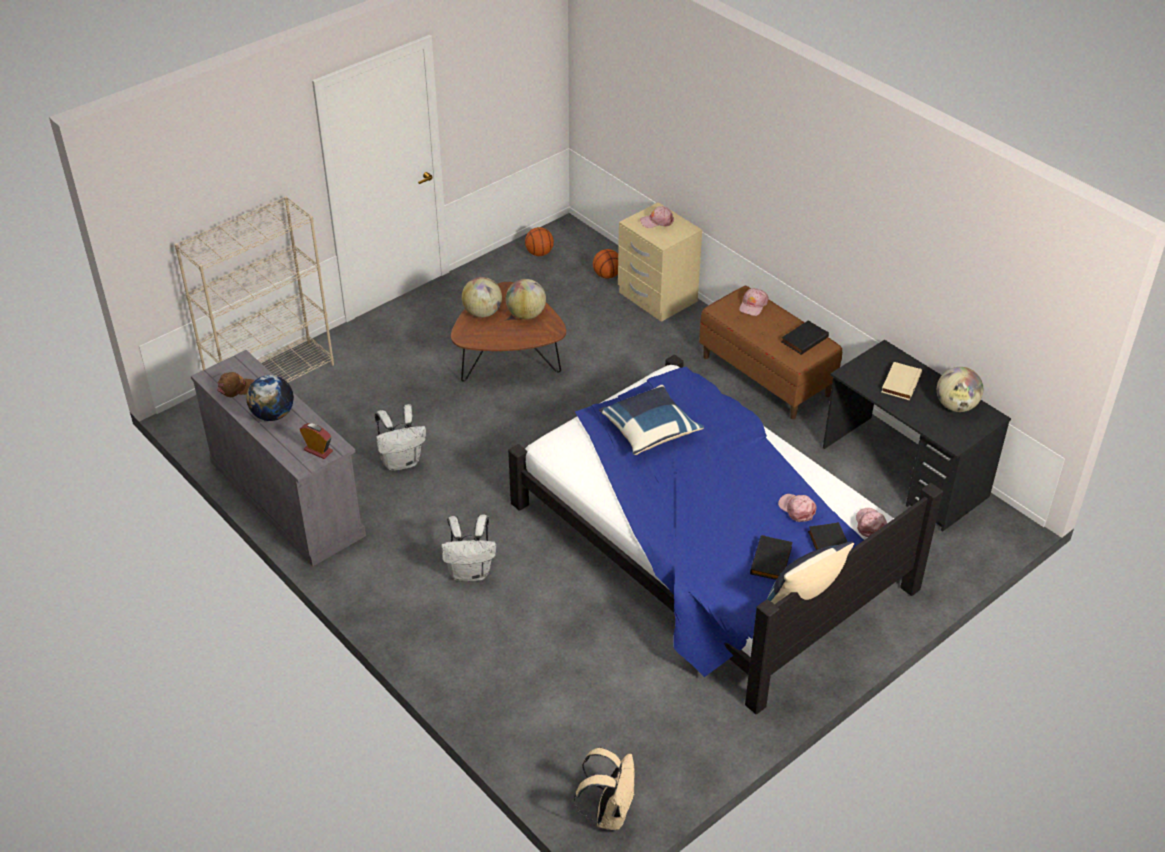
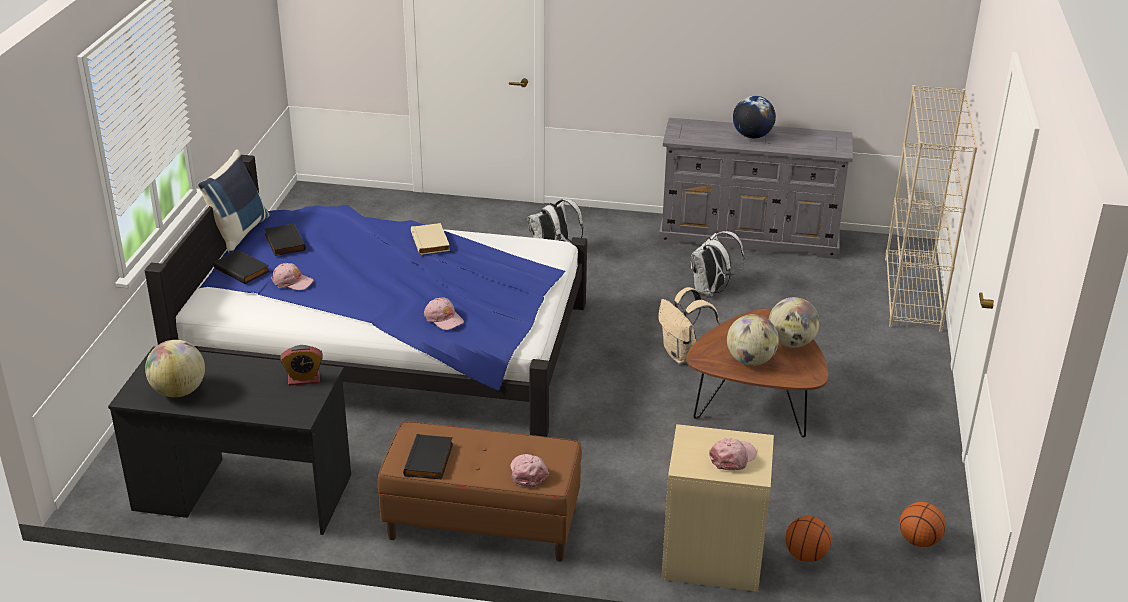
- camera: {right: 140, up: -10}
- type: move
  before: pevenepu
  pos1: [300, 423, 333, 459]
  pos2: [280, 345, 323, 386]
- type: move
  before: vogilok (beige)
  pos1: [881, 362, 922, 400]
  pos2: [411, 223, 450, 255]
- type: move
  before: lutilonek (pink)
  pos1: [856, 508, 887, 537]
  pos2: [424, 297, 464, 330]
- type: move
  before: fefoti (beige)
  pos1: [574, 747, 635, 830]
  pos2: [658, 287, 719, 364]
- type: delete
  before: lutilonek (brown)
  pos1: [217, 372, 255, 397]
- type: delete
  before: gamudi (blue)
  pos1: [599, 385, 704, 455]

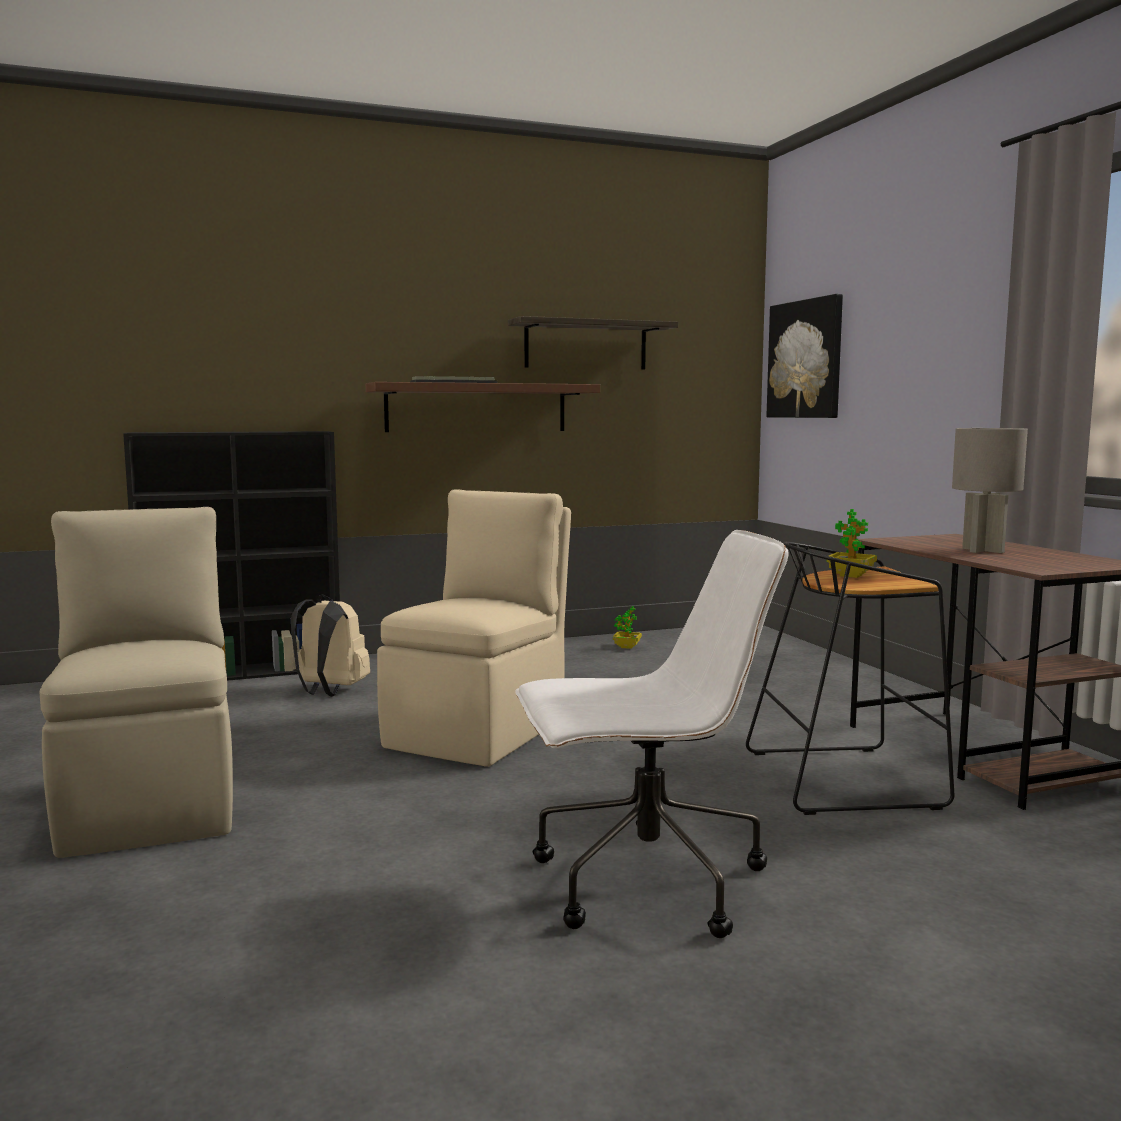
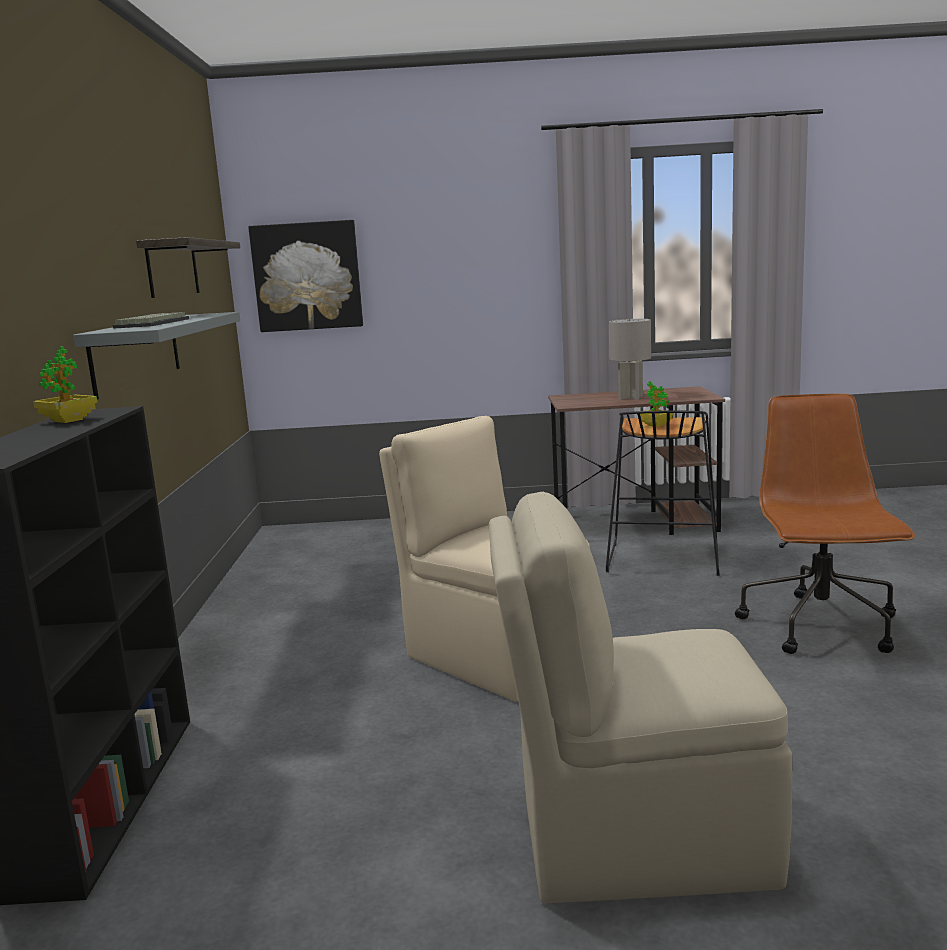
- camera: {right: -70, up: 5}
- type: move
  before: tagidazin
  pos1: [613, 606, 642, 649]
  pos2: [33, 346, 98, 423]
- type: recolor
  before: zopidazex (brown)
  after: zopidazex (grey)
  pos1: [365, 382, 600, 432]
  pos2: [73, 312, 240, 400]
- type: recolor
  before: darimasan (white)
  after: darimasan (brown)
  pos1: [516, 530, 788, 938]
  pos2: [735, 393, 915, 654]
- type: delete
  before: fefoti (beige)
  pos1: [291, 594, 370, 697]

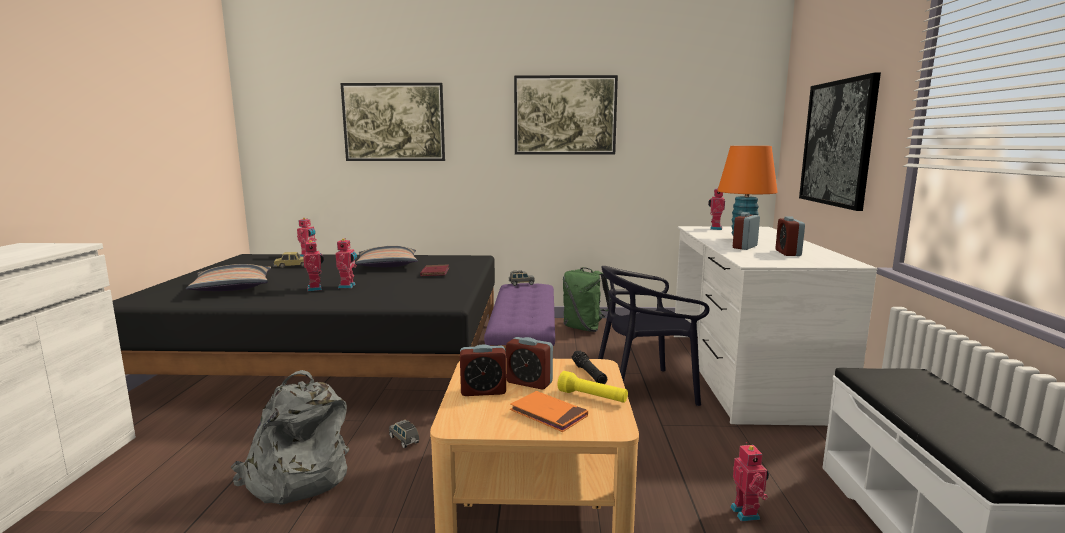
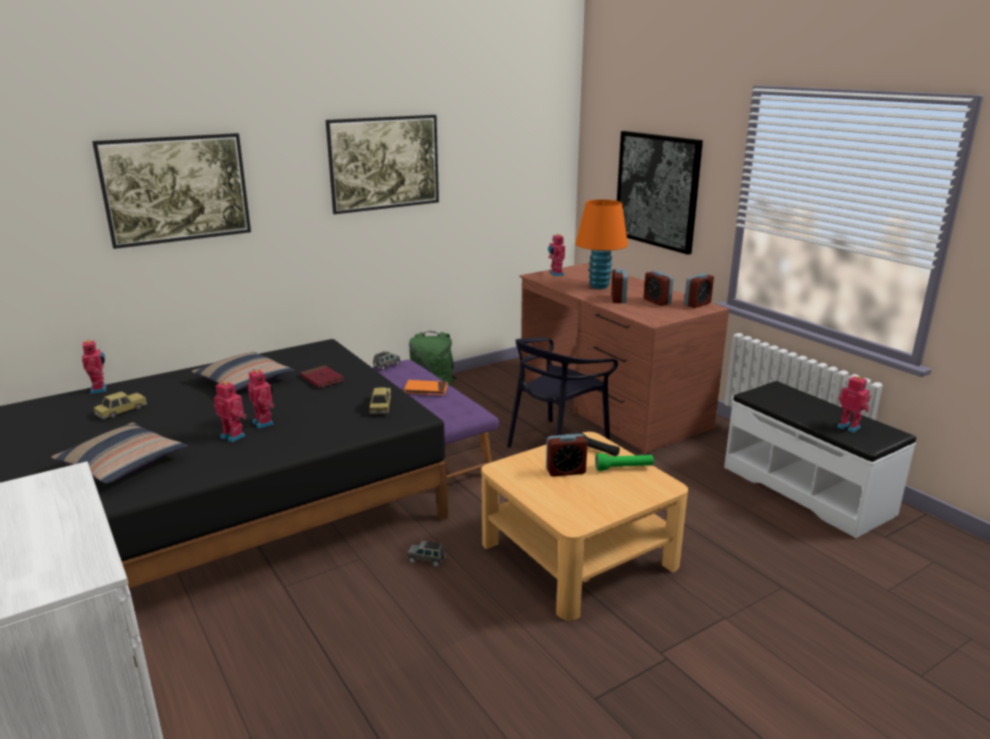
- camera: {right: -35, up: 10}
- type: insert
  after: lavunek
  pos2: [370, 387, 391, 414]
- type: move
  before: vogilok (orange)
  pos1: [510, 391, 588, 432]
  pos2: [404, 380, 448, 395]
- type: recolor
  before: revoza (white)
  after: revoza (brown)
  pos1: [674, 226, 877, 426]
  pos2: [519, 263, 730, 454]
- type: recolor
  before: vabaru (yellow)
  after: vabaru (green)
  pos1: [558, 371, 628, 403]
  pos2: [595, 453, 654, 471]
- type: move
  before: pevenepu
  pos1: [460, 344, 506, 396]
  pos2: [684, 273, 714, 308]
- type: move
  before: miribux
  pos1: [731, 442, 769, 521]
  pos2: [837, 375, 871, 433]
- type: delete
  before: fefoti (grey)
  pos1: [231, 370, 349, 505]

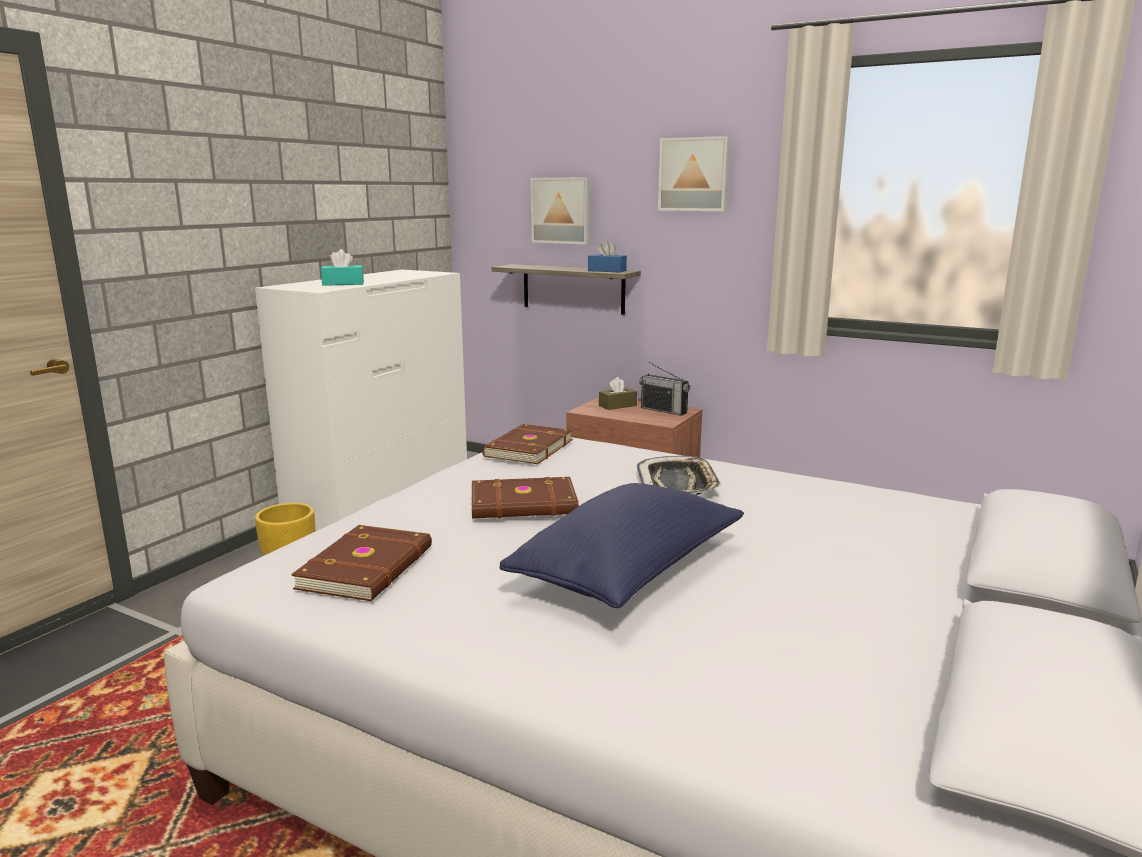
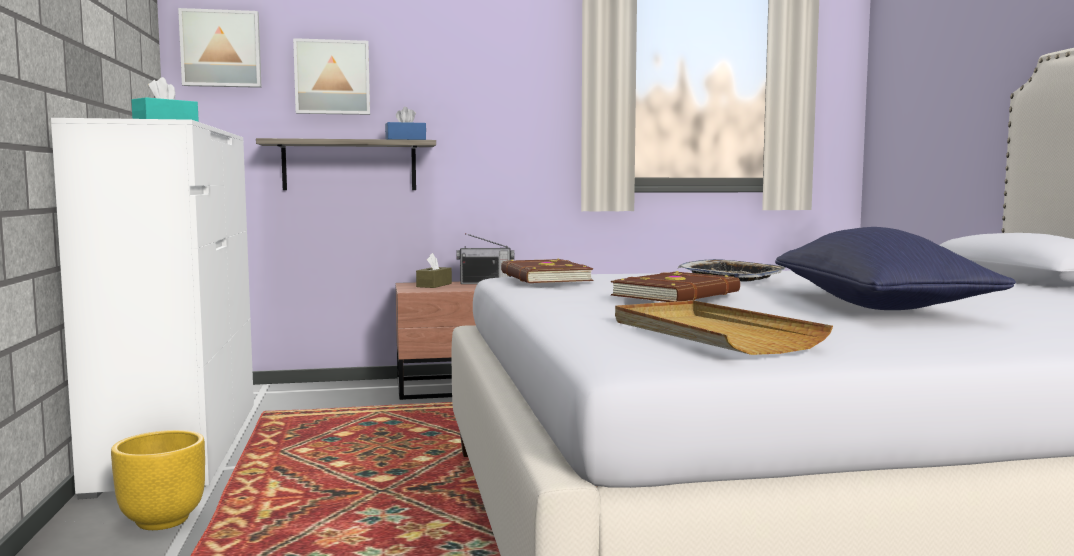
- camera: {right: -40, up: -10}
- type: move
  before: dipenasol
  pos1: [658, 136, 730, 211]
  pos2: [178, 8, 262, 88]
- type: replace
  before: vogilok (brown)
  after: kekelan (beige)
  pos1: [291, 525, 432, 601]
  pos2: [615, 300, 833, 355]

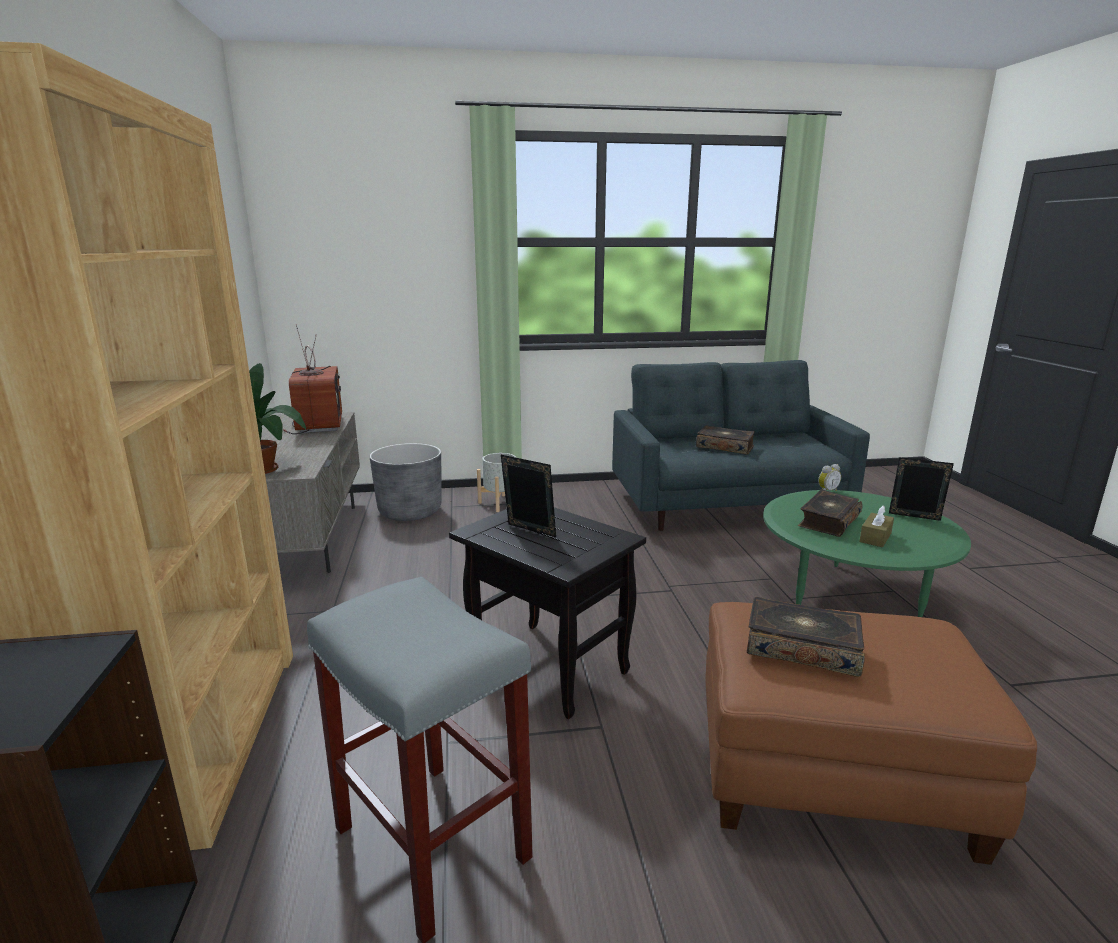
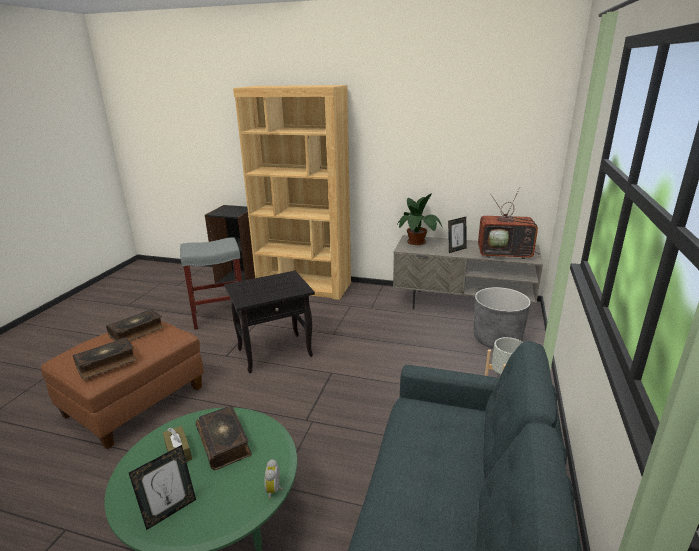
- camera: {right: 115, up: 5}
- type: move
  before: vogilok
  pos1: [696, 426, 755, 455]
  pos2: [73, 337, 136, 379]
- type: move
  before: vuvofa
  pos1: [501, 455, 556, 537]
  pos2: [448, 217, 467, 253]

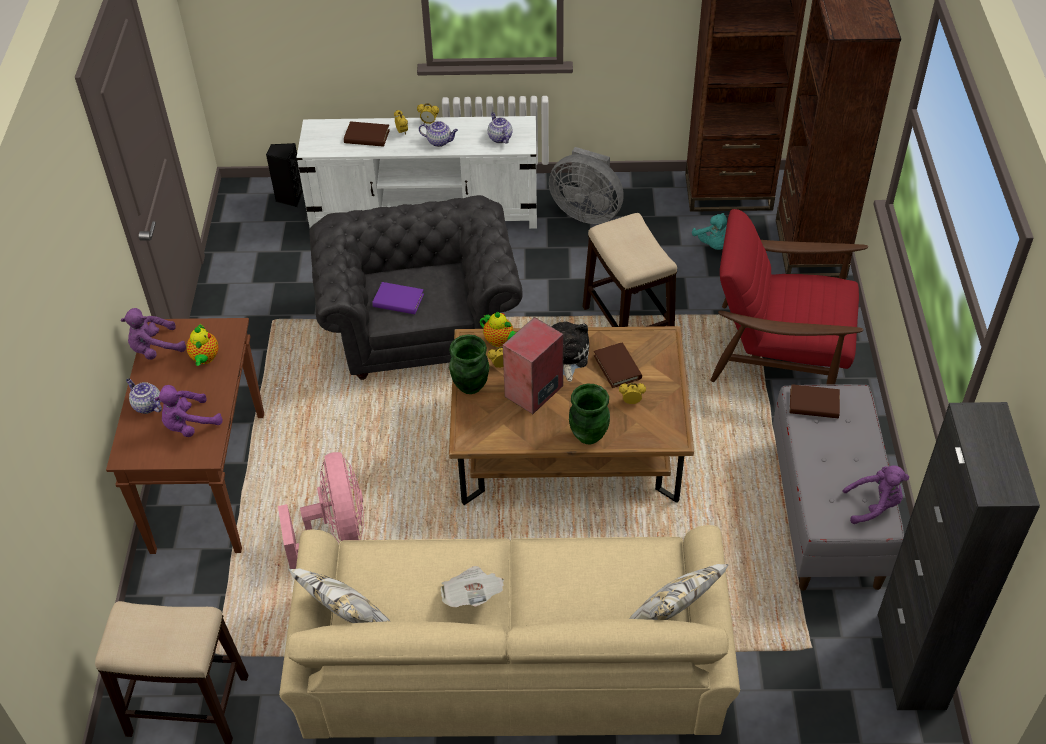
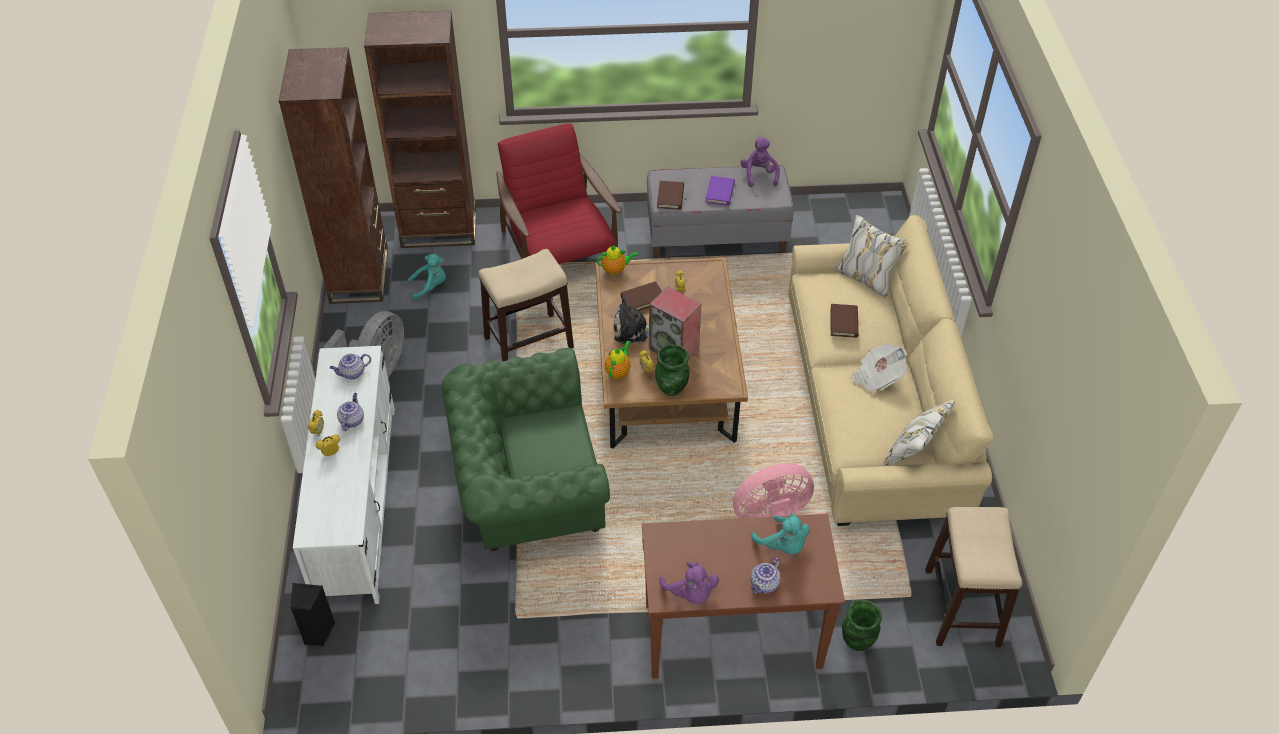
- camera: {right: -95, up: 0}
- type: recolor
  before: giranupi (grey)
  after: giranupi (green)
  pos1: [309, 195, 523, 380]
  pos2: [441, 348, 610, 551]
- type: rotate
  before: giranupi (red)
  pos1: [710, 209, 868, 385]
  pos2: [496, 124, 621, 264]
  turn: 150
- type: move
  before: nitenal
  pos1: [186, 323, 219, 366]
  pos2: [596, 245, 638, 275]
- type: move
  before: vogilok (purple)
  pos1: [372, 282, 424, 314]
  pos2: [705, 176, 735, 206]
- type: recolor
  before: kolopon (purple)
  after: kolopon (turquoise)
  pos1: [155, 385, 223, 437]
  pos2: [751, 513, 810, 555]
- type: move
  before: vogilok (brown)
  pos1: [344, 121, 390, 147]
  pos2: [830, 304, 859, 338]
- type: move
  before: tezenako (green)
  pos1: [569, 384, 610, 444]
  pos2: [842, 600, 882, 651]
- type: delete
  before: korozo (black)
  pos1: [877, 402, 1040, 710]

